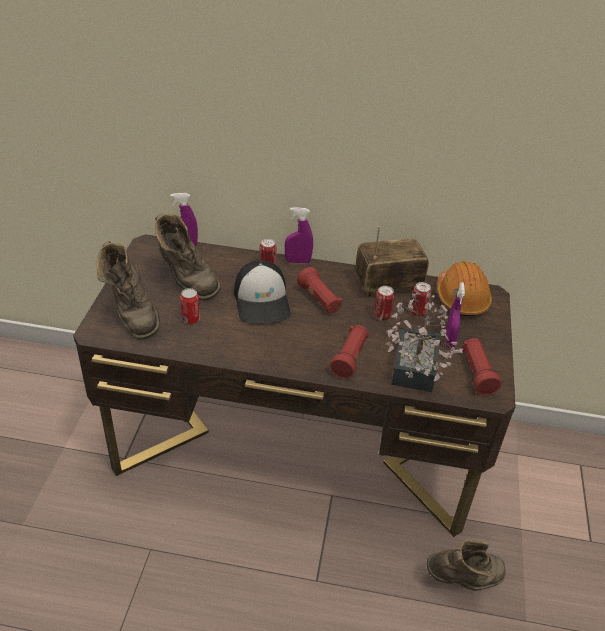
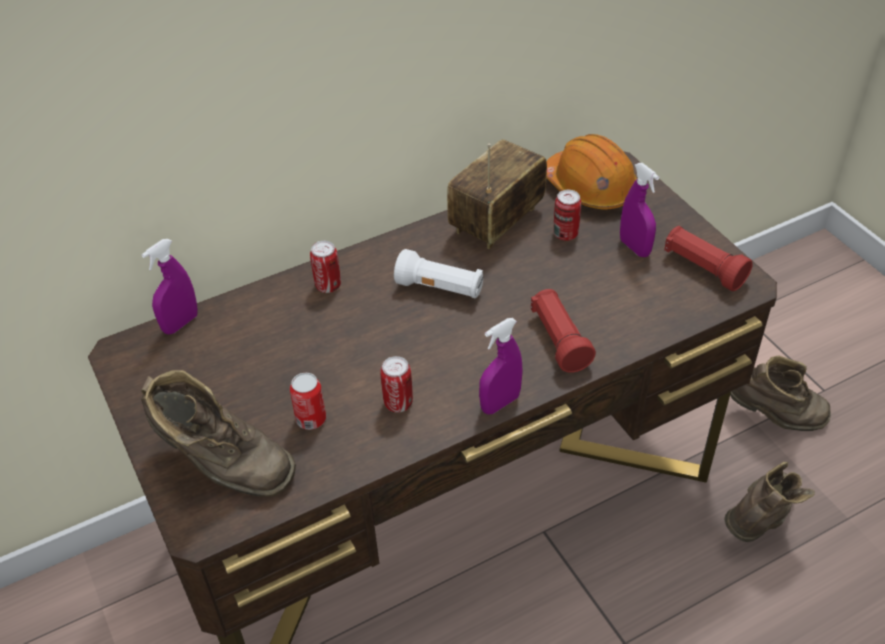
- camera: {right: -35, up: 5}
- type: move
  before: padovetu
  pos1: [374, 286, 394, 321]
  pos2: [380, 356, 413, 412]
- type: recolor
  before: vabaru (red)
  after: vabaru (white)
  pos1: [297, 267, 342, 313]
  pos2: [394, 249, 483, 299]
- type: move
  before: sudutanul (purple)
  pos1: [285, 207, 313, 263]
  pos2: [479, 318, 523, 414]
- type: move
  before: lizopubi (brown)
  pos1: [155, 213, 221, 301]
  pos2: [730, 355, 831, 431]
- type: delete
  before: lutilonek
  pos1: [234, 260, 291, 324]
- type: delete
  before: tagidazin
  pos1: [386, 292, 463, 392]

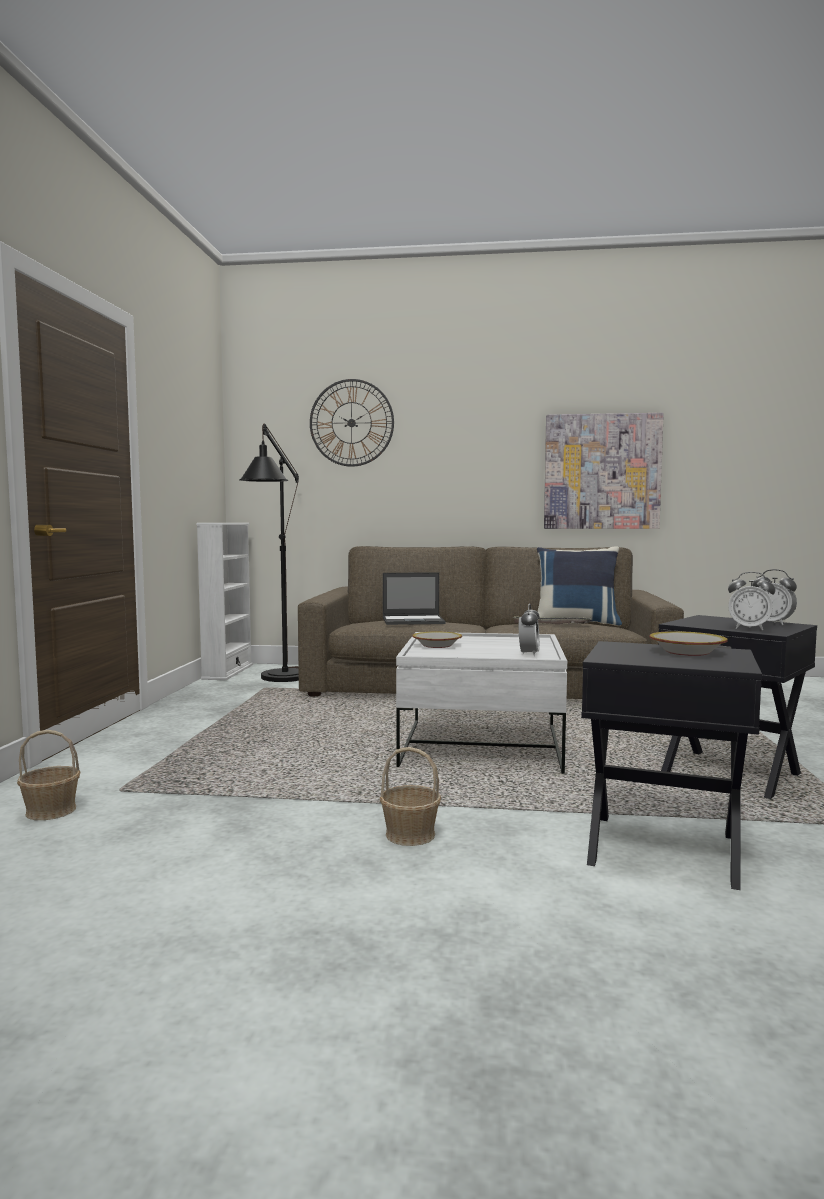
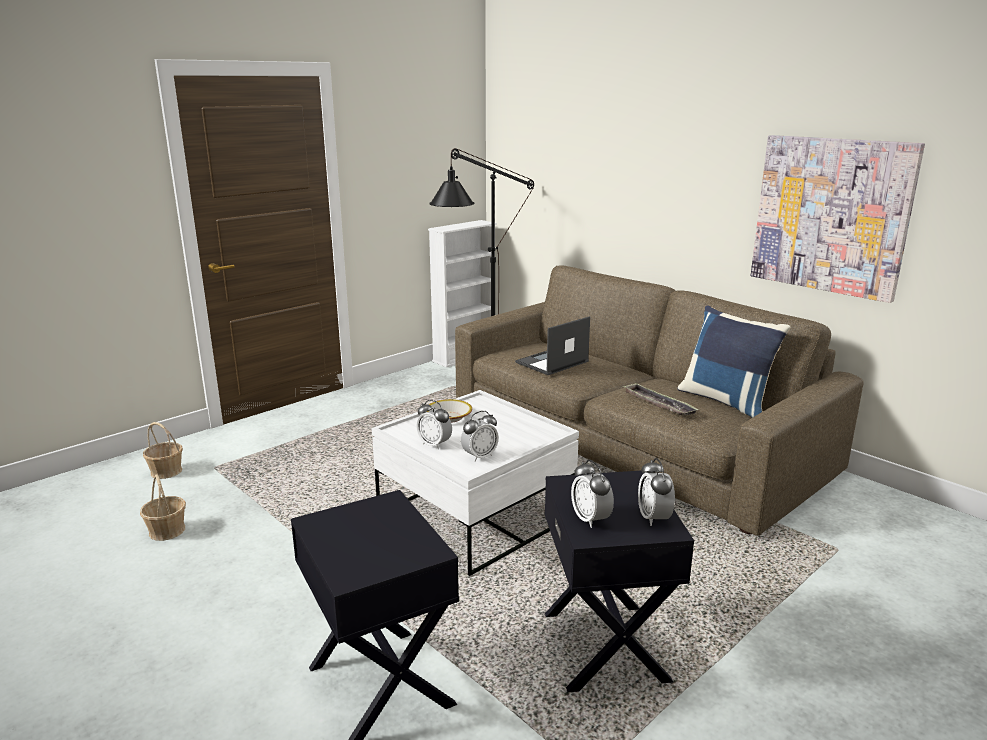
- camera: {right: 40, up: 15}
- type: move
  before: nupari
  pos1: [380, 747, 441, 846]
  pos2: [140, 474, 186, 541]
- type: insert
  after: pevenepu
  pos2: [416, 400, 452, 450]
- type: rotate
  before: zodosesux
  pos1: [383, 572, 446, 625]
  pos2: [515, 316, 590, 375]
  turn: 105
- type: delete
  before: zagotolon
  pos1: [310, 379, 394, 467]
- type: delete
  before: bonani
  pos1: [649, 631, 728, 656]

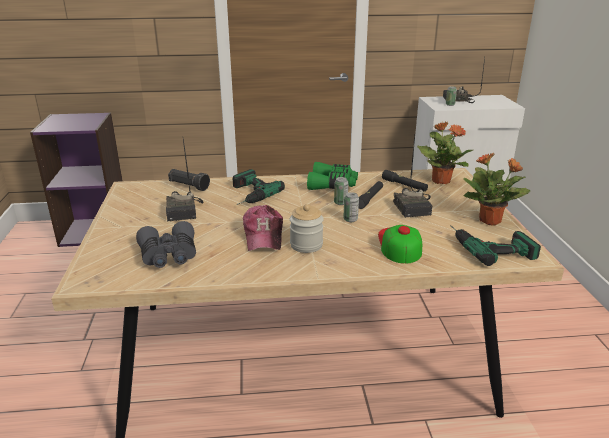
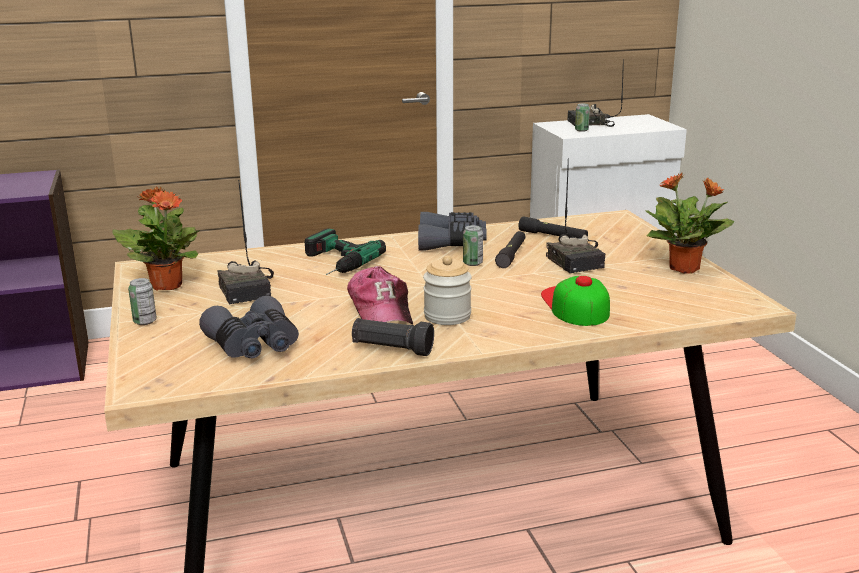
- camera: {right: -10, up: -5}
- type: move
  before: tagidazin
  pos1: [417, 122, 473, 184]
  pos2: [112, 187, 200, 291]
- type: move
  before: padovetu
  pos1: [343, 192, 359, 222]
  pos2: [128, 278, 157, 325]
- type: move
  before: vabaru (black)
  pos1: [168, 169, 210, 191]
  pos2: [352, 318, 434, 356]
- type: recolor
  before: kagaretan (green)
  after: kagaretan (grey)
  pos1: [307, 162, 358, 190]
  pos2: [418, 212, 487, 251]
- type: delete
  before: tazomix
  pos1: [450, 225, 541, 266]

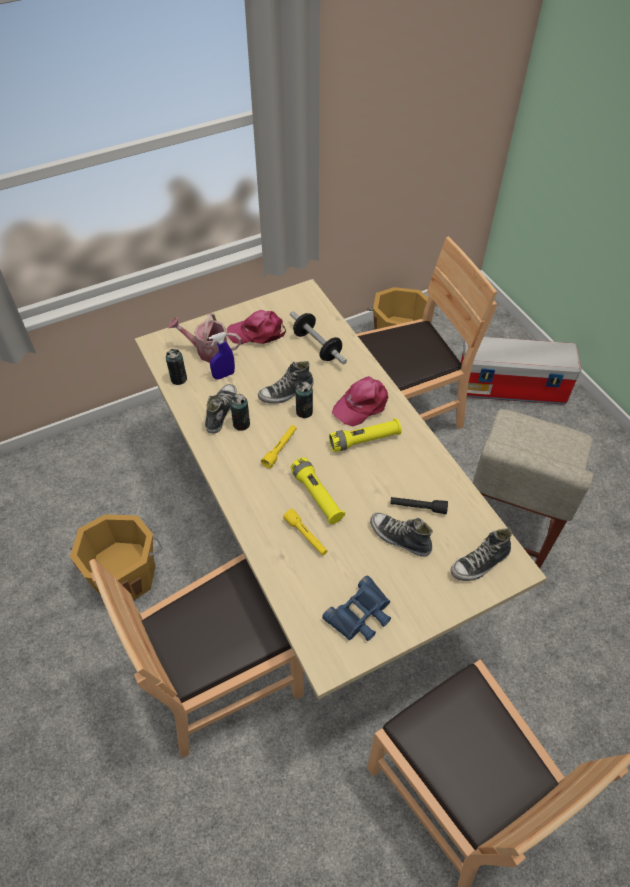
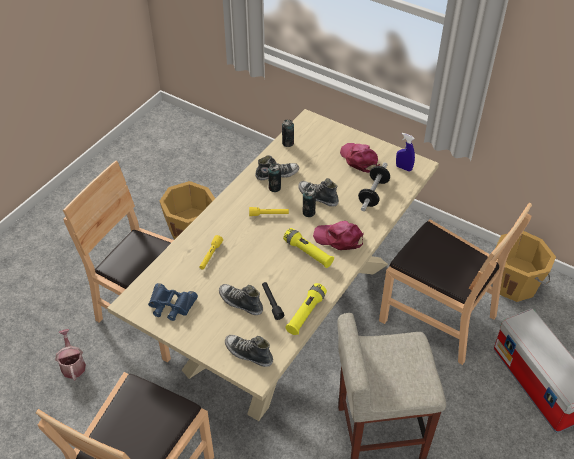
- camera: {right: 60, up: -5}
- type: move
  before: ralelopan
  pos1: [168, 313, 241, 363]
  pos2: [55, 329, 86, 381]
- type: rotate
  before: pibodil
  pos1: [370, 512, 433, 557]
  pos2: [219, 284, 263, 315]
  turn: -60
- type: move
  before: vabaru (yellow)
  pos1: [291, 457, 345, 524]
  pos2: [285, 283, 327, 335]
- type: move
  before: sudutanul (blue)
  pos1: [209, 332, 235, 380]
  pos2: [396, 133, 415, 171]

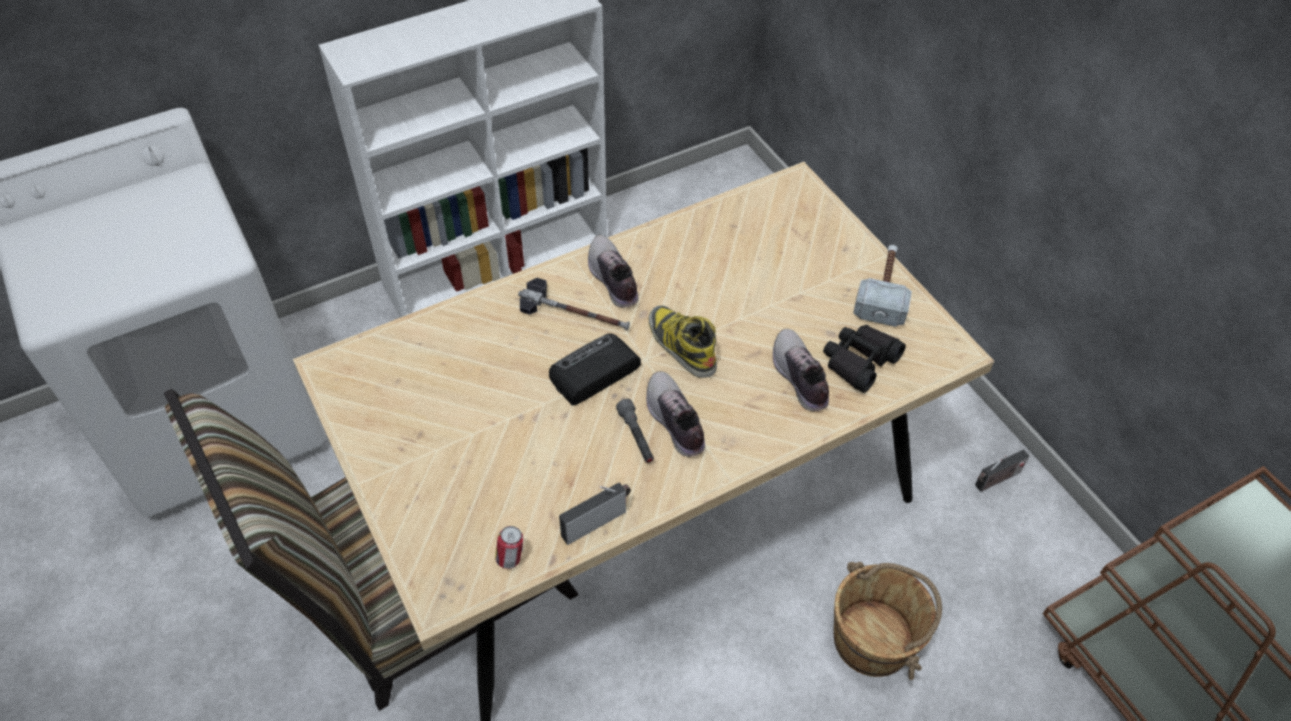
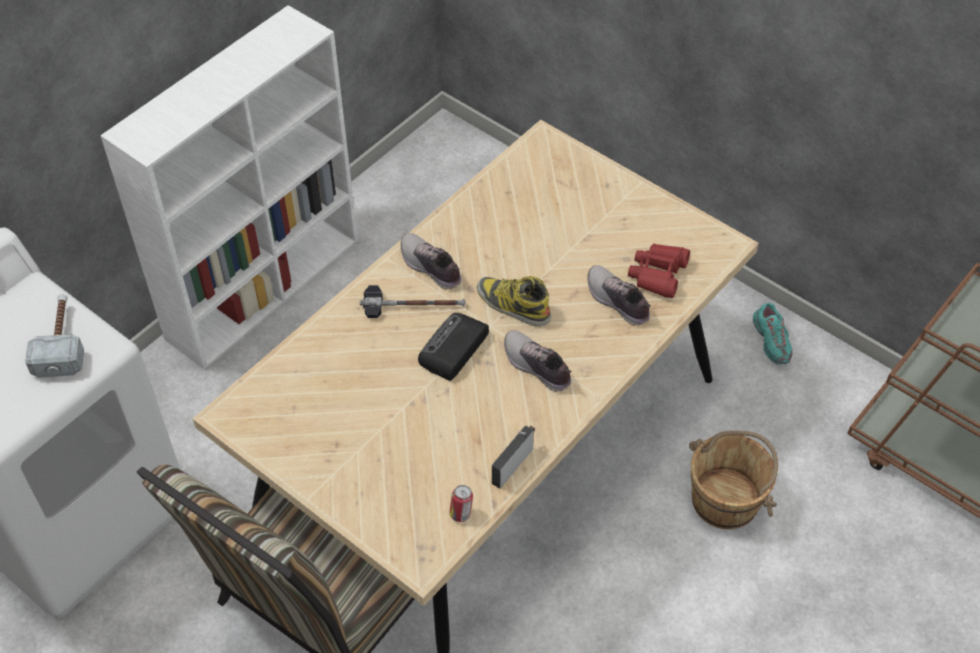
- camera: {right: -20, up: 0}
- type: move
  before: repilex
  pos1: [853, 245, 912, 327]
  pos2: [25, 294, 84, 378]
- type: recolor
  before: kagaretan (black)
  after: kagaretan (red)
  pos1: [823, 325, 906, 393]
  pos2: [628, 243, 690, 298]
- type: replace
  before: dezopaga
  after: pibodil (turquoise)
  pos1: [975, 449, 1029, 492]
  pos2: [753, 303, 792, 364]
- type: delete
  before: vabaru (grey)
  pos1: [616, 399, 654, 463]

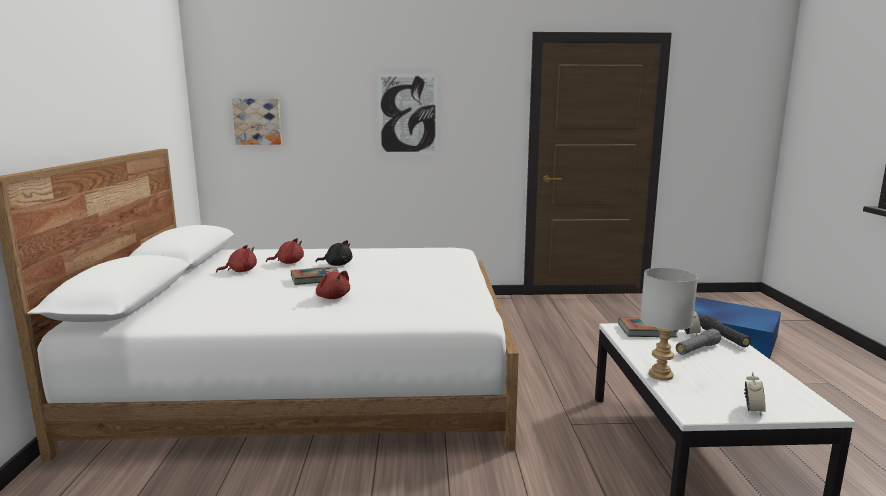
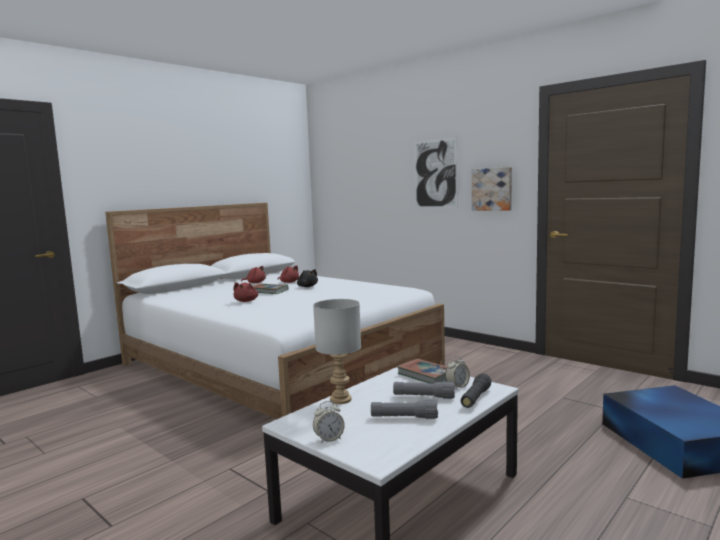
- camera: {right: 45, up: -5}
- type: insert
  after: vabaru (grey)
  pos2: [371, 400, 438, 419]
- type: move
  before: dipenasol
  pos1: [232, 98, 282, 145]
  pos2: [472, 167, 512, 211]

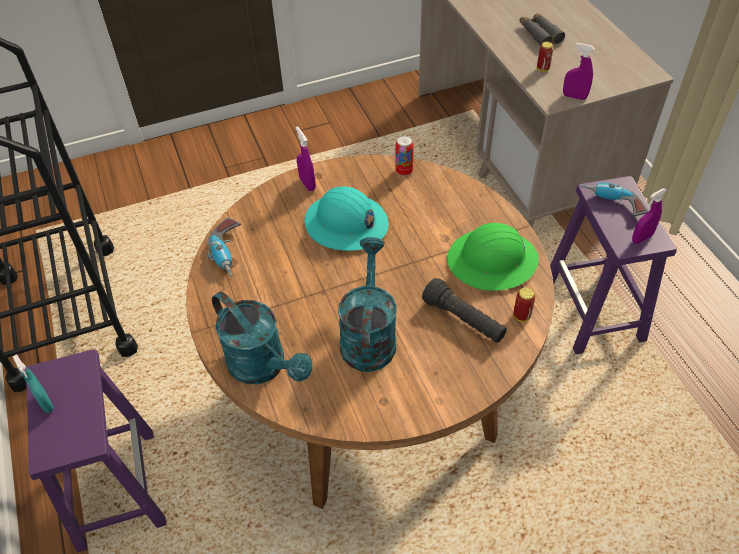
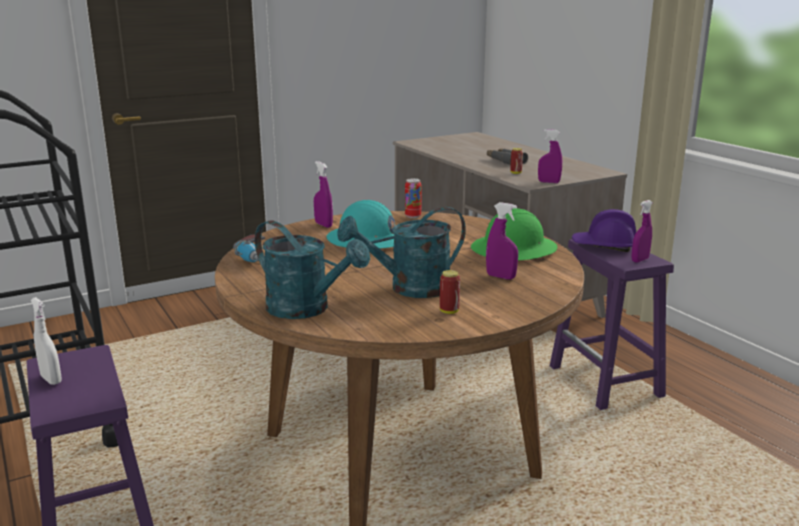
- camera: {right: -10, up: -30}
- type: recolor
  before: sudutanul (turquoise)
  after: sudutanul (white)
  pos1: [13, 354, 54, 413]
  pos2: [31, 297, 62, 385]
- type: rotate
  before: ralelopan (turquoise)
  pos1: [338, 237, 397, 372]
  pos2: [337, 207, 466, 298]
  turn: -105
- type: move
  before: padovetu
  pos1: [513, 287, 535, 322]
  pos2: [440, 270, 460, 314]
- type: replace
  before: vabaru (black)
  after: sudutanul (purple)
  pos1: [422, 278, 507, 343]
  pos2: [486, 202, 518, 279]
- type: replace
  before: tazomix
  after: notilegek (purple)
  pos1: [580, 183, 648, 216]
  pos2: [572, 209, 636, 252]

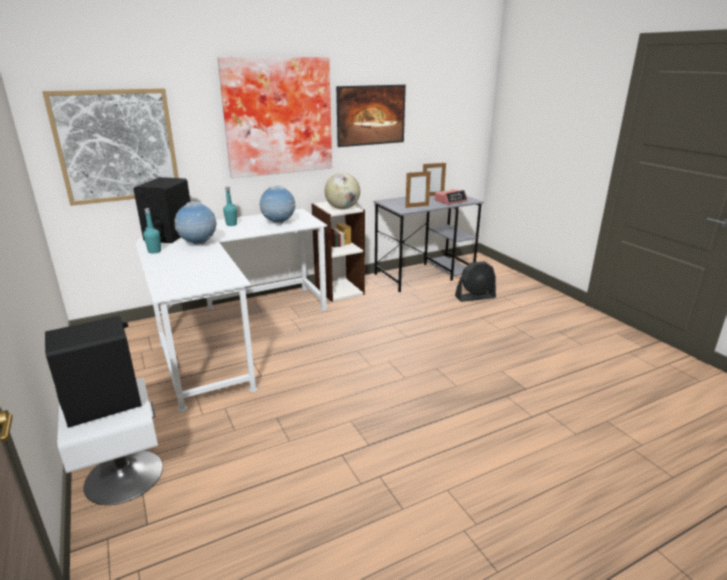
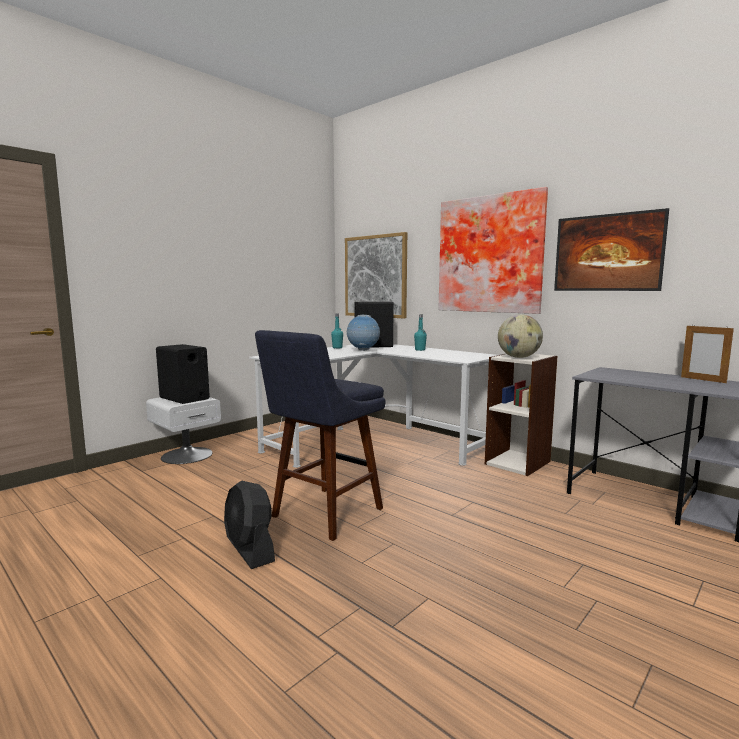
- camera: {right: 70, up: -15}
- type: move
  before: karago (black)
  pos1: [455, 261, 496, 302]
  pos2: [224, 481, 275, 569]
- type: insert
  after: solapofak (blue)
  pos2: [255, 330, 386, 541]
- type: delete
  before: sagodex
  pos1: [260, 185, 296, 224]
- type: delete
  before: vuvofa
  pos1: [405, 171, 431, 208]
- type: delete
  before: pevenepu
  pos1: [435, 189, 467, 205]

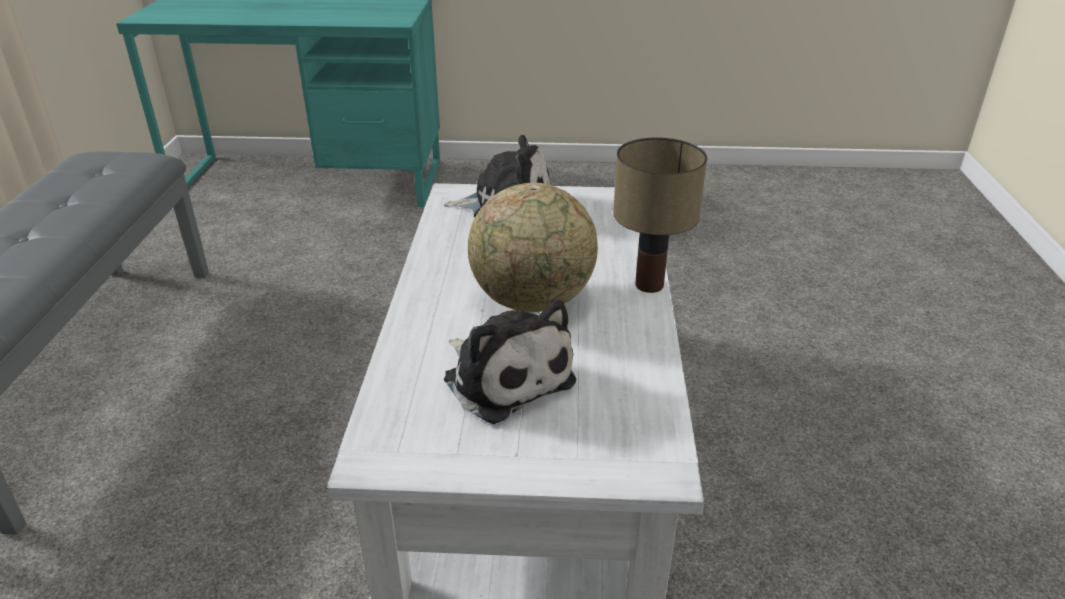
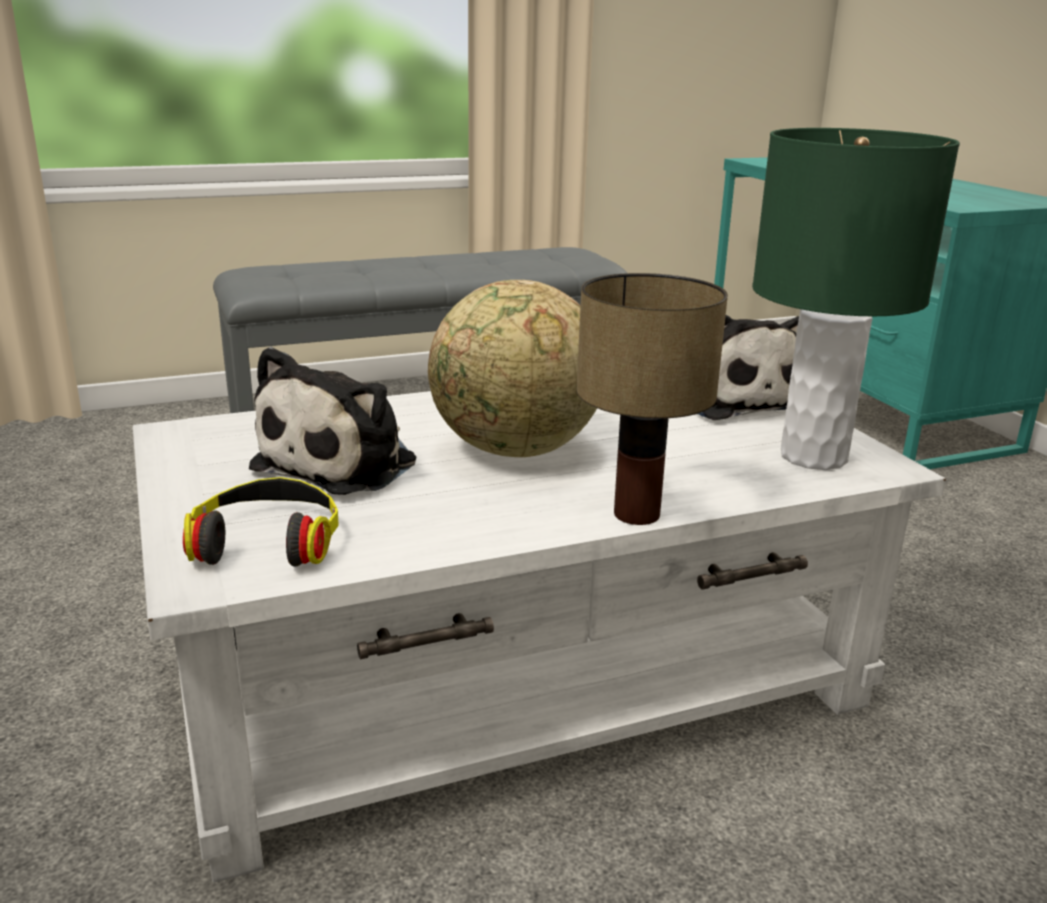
- camera: {right: 65, up: -10}
- type: insert
  after: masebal
  pos2: [183, 477, 339, 567]
- type: insert
  after: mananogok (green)
  pos2: [752, 128, 960, 470]

